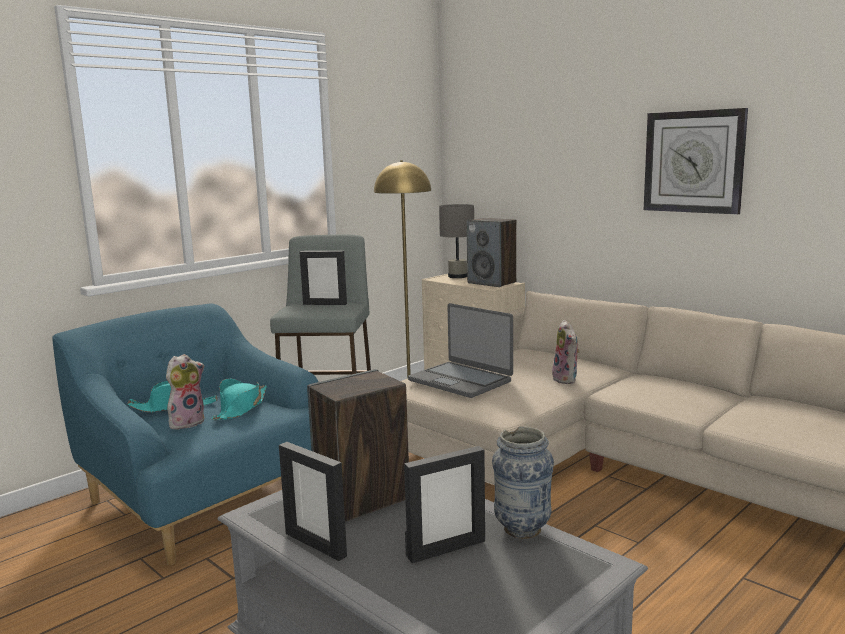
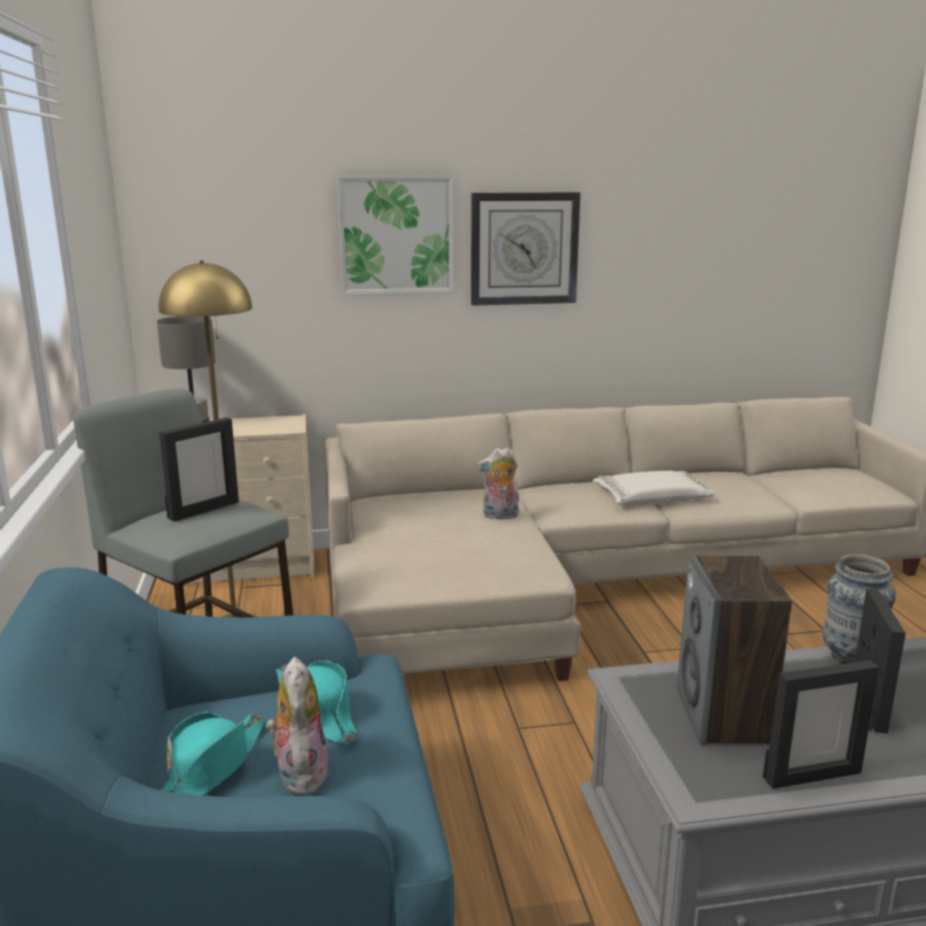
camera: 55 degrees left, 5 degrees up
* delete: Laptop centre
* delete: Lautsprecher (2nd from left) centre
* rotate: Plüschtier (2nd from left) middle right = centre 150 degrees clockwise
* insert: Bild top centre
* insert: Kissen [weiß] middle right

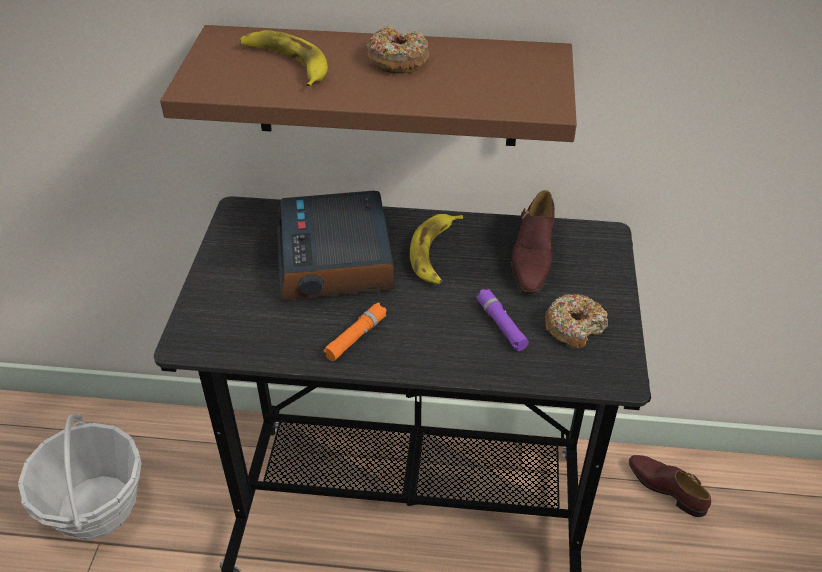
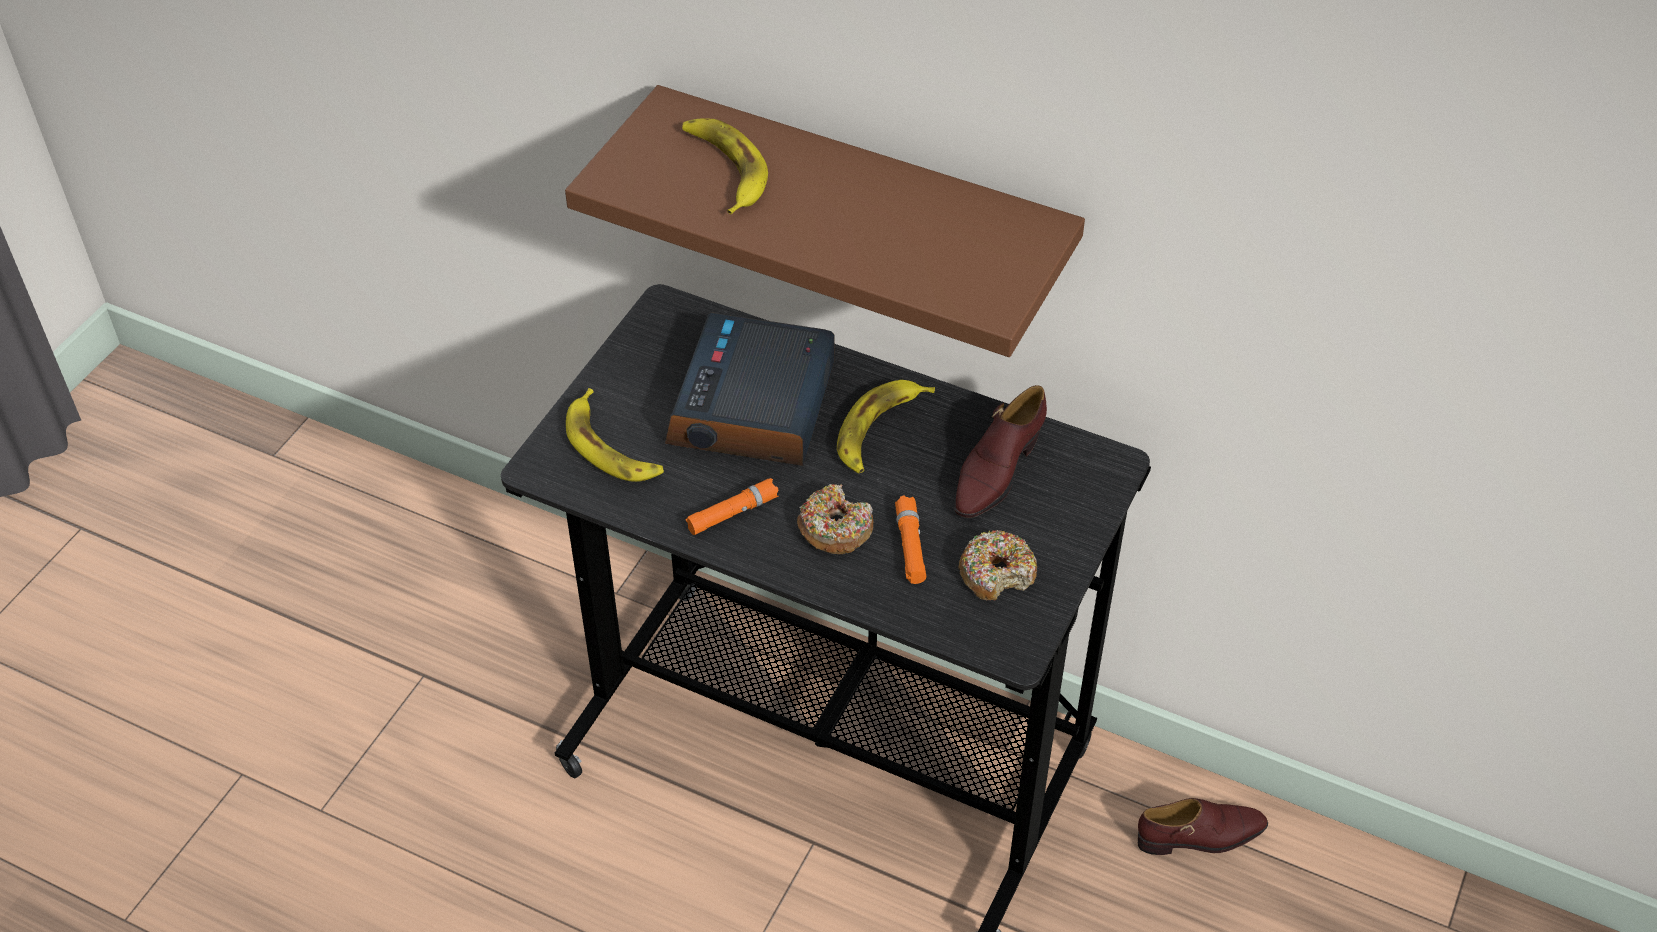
camera: 20 degrees right, 5 degrees up
* delete: Korb bottom left
* move: Donut (1st from left) top centre to centre
* recolor: Taschenlampe [lila] centre to Taschenlampe [orange] (2nd from left) centre
* rotate: Schuh [braun] (2nd from left) bottom right = bottom right 105 degrees clockwise
* insert: Banane (1st from left) centre

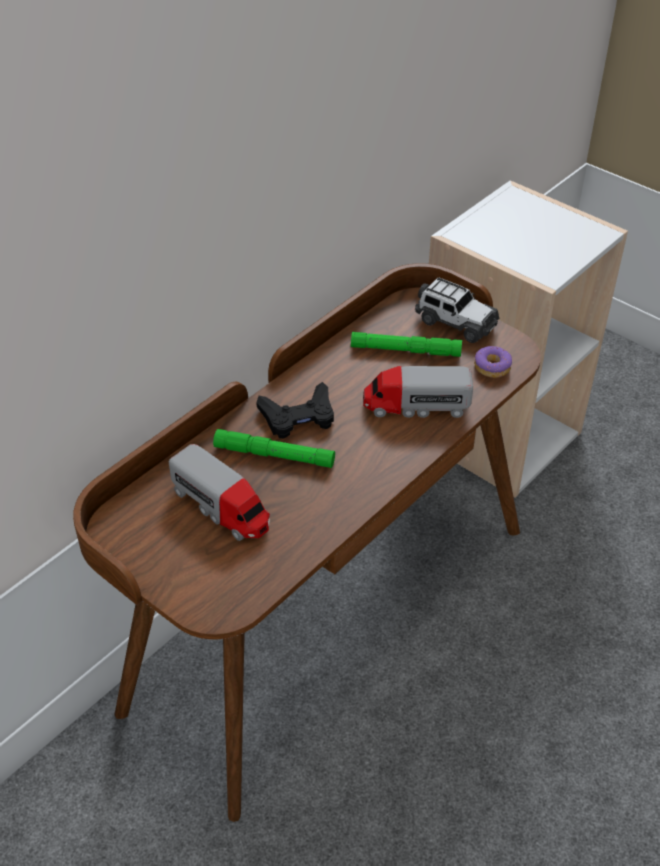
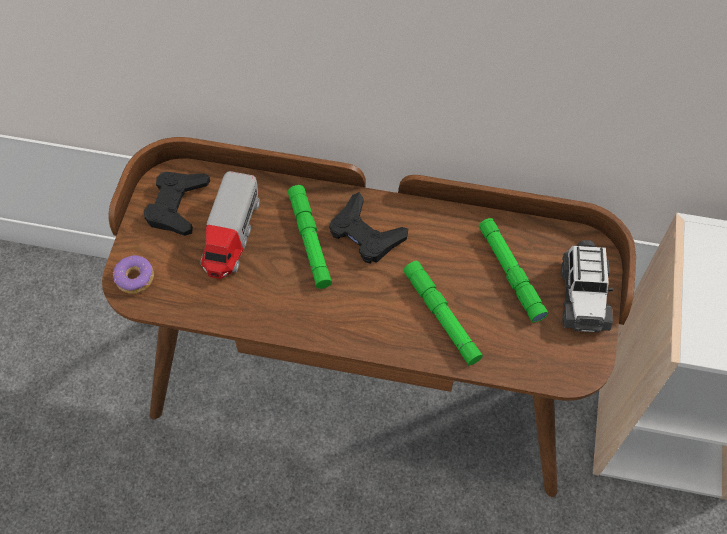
camera: 60 degrees right, 15 degrees up
* replace: Spielzeuglaster (2nd from left) centre to Taschenlampe [grün] (2nd from left) centre
* move: Donut middle right to middle left
* insert: Gamepad [schwarz] (1st from left) middle left

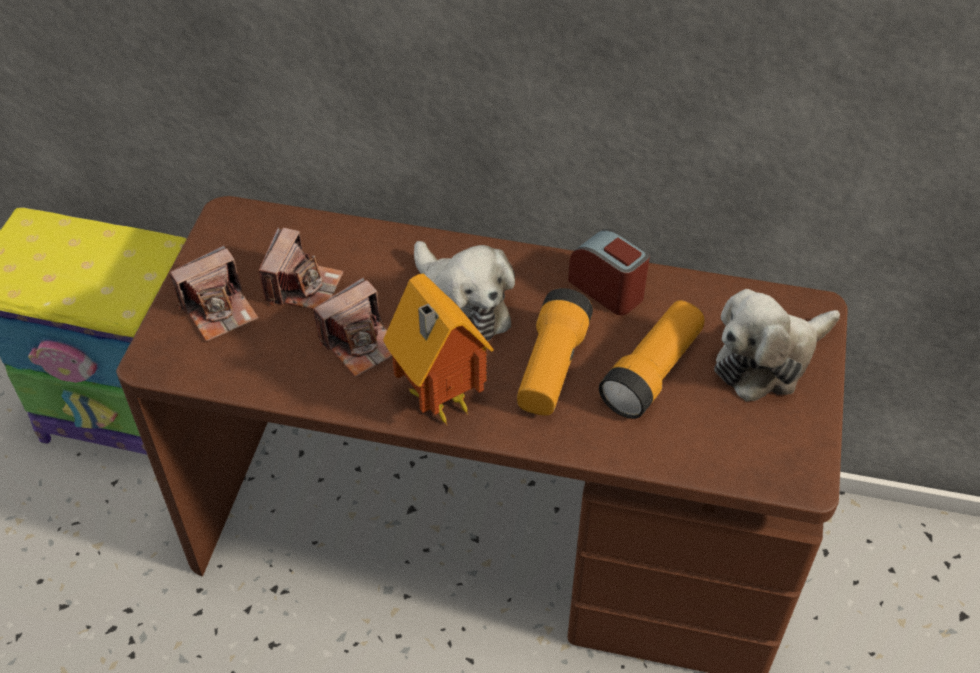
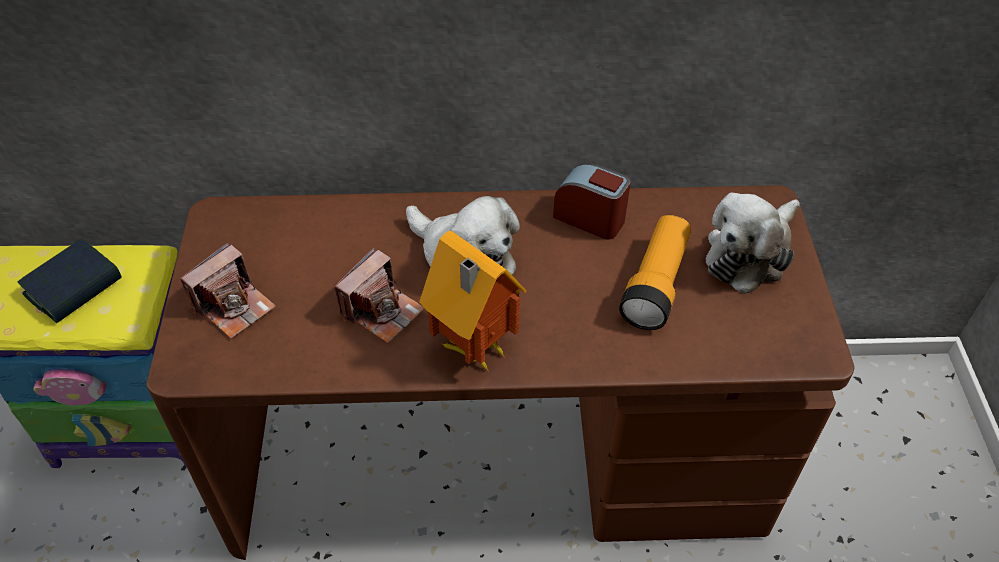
camera: 15 degrees left, 0 degrees up
* delete: Kamera (2nd from left) middle left
* delete: Taschenlampe (1st from left) centre
* insert: Buch middle left

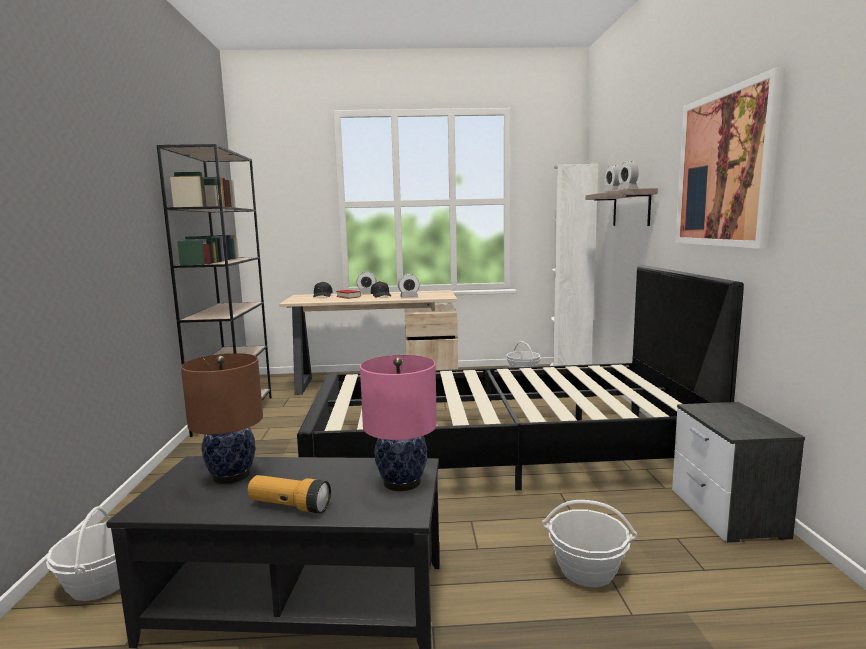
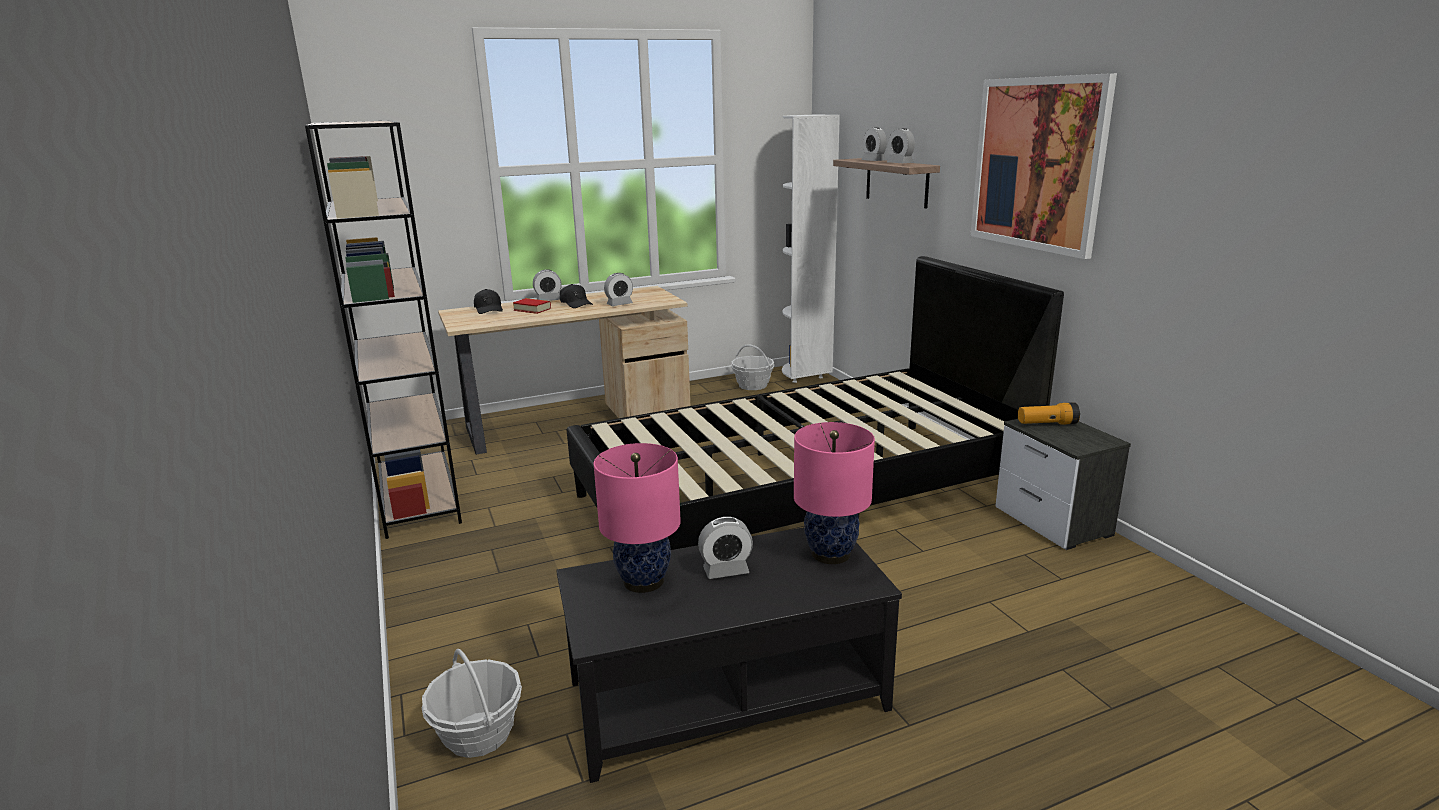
camera: 20 degrees left, 10 degrees up
* recolor: Tischlampe [braun] middle left to Tischlampe [rosa] (1st from left) centre
* move: Taschenlampe bottom centre to middle right
* delete: Korb (3rd from left) bottom right
* insert: Wecker (3rd from left) bottom centre

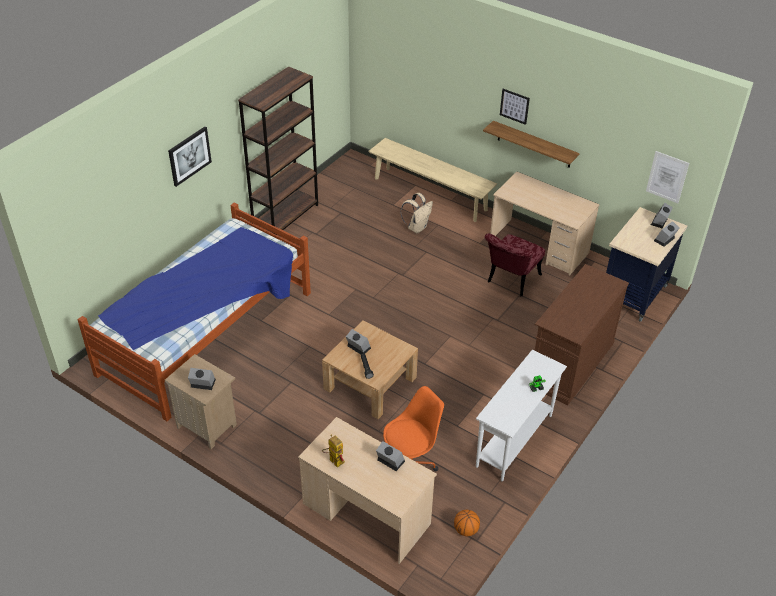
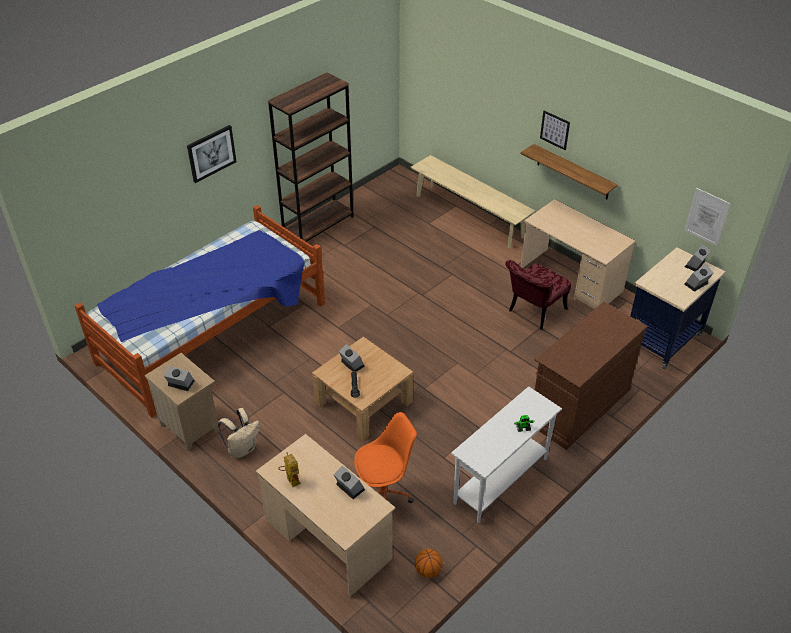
camera: 10 degrees right, 0 degrees up
* move: Rucksack [beige] centre to bottom left

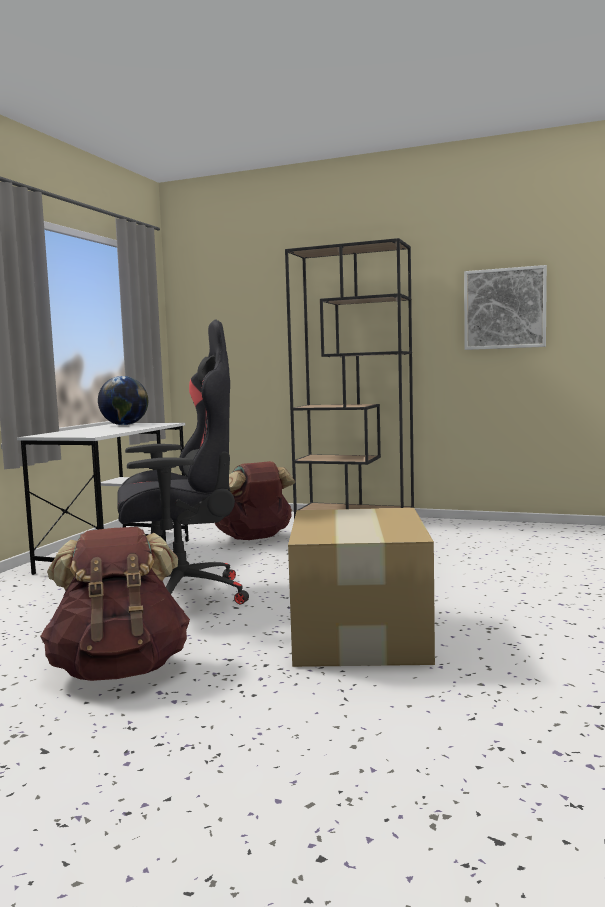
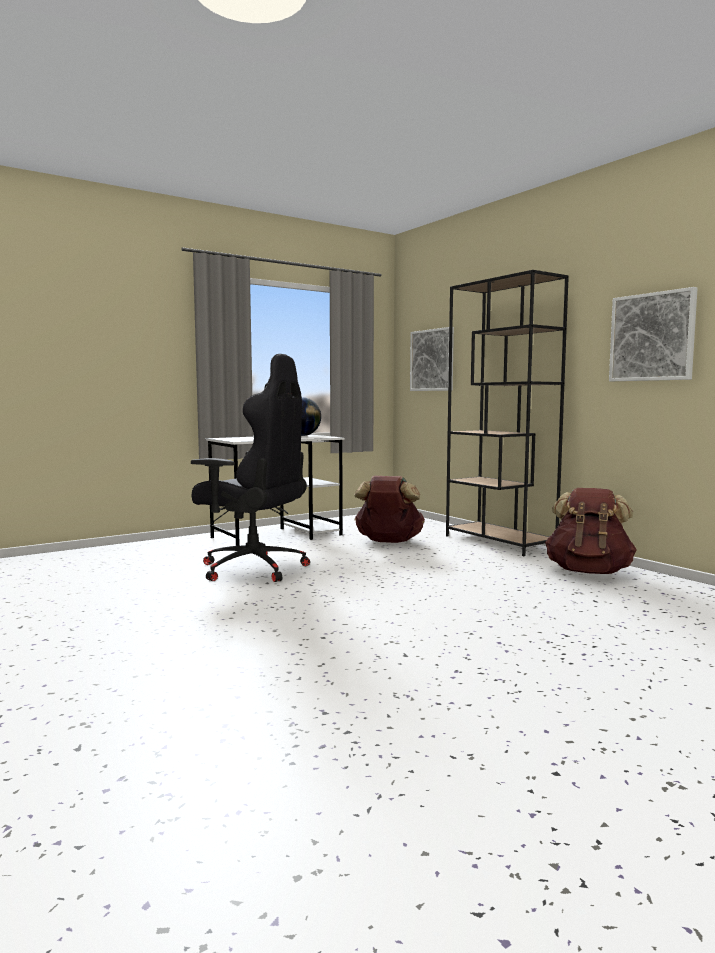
camera: 35 degrees right, 0 degrees up
* move: Rucksack [braun] (1st from left in the first image) middle left to Rucksack [braun] (2nd from left) middle right
* delete: Karton centre
* insert: Bild (1st from left) centre

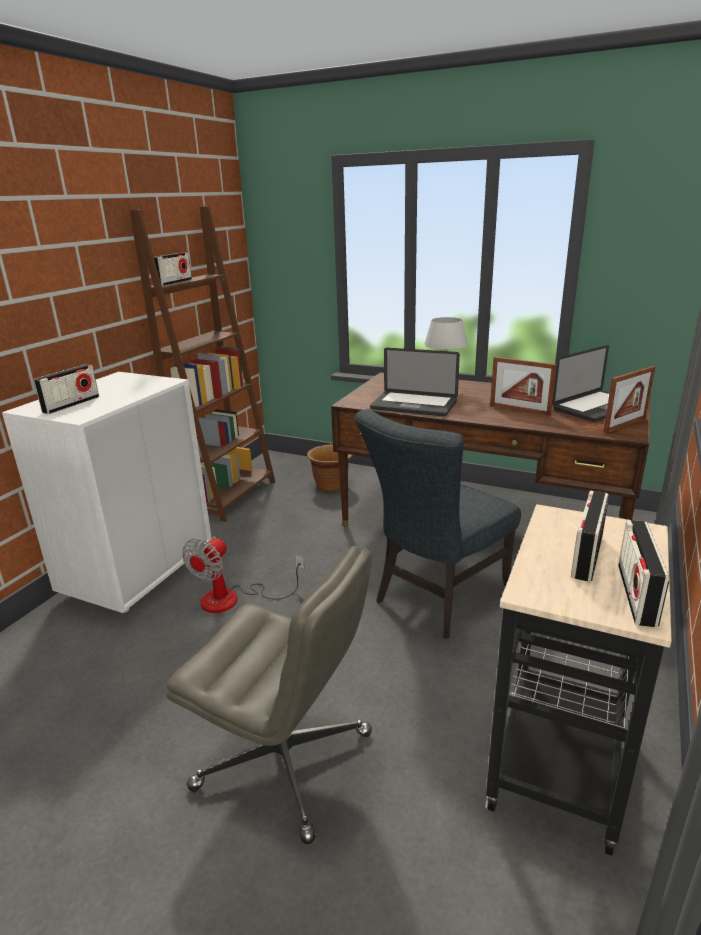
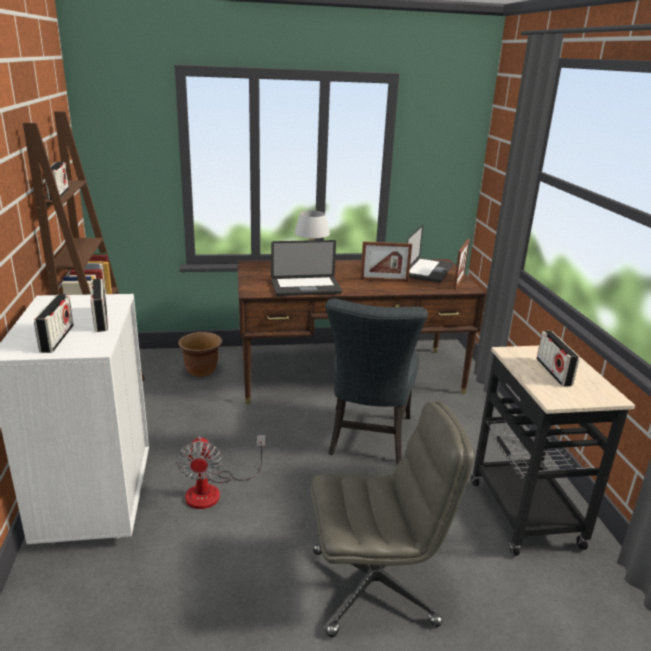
camera: 35 degrees left, 0 degrees up
* move: Radio (4th from left in the first image) middle right to Radio (3rd from left) middle left

